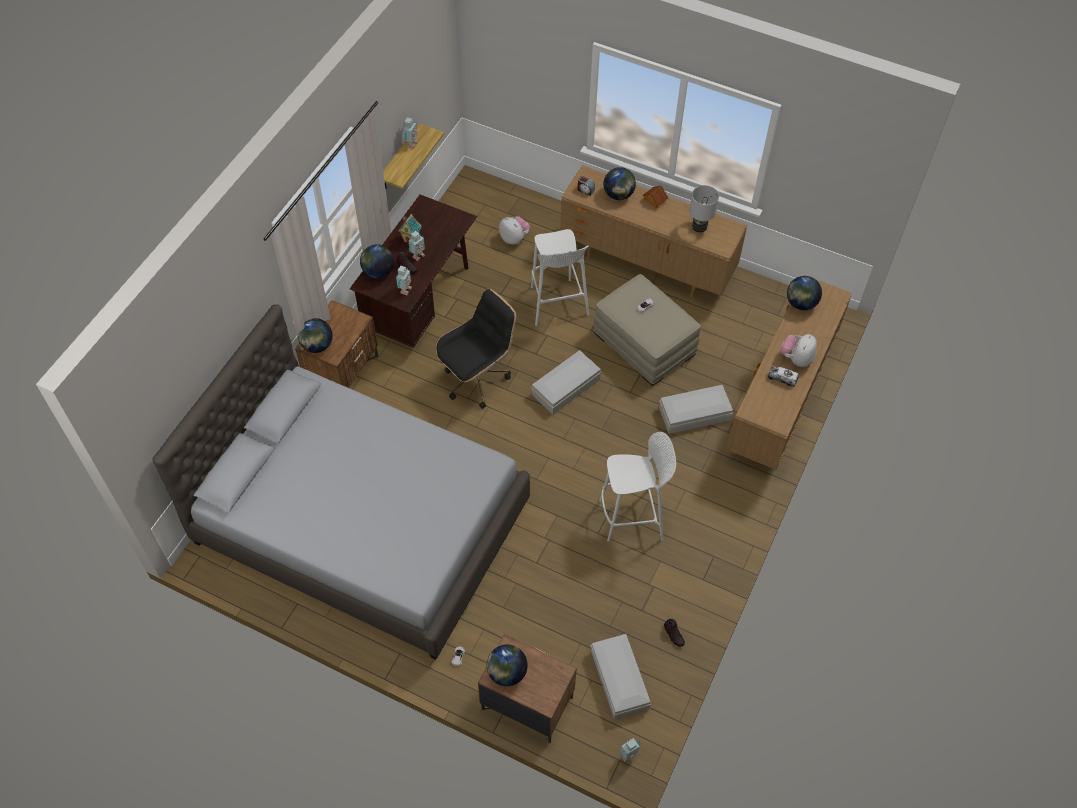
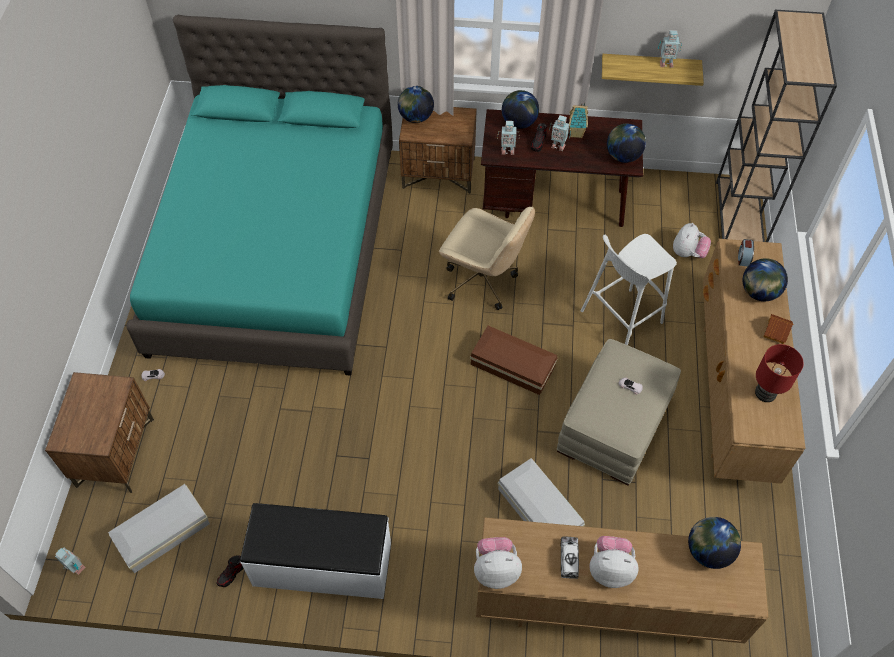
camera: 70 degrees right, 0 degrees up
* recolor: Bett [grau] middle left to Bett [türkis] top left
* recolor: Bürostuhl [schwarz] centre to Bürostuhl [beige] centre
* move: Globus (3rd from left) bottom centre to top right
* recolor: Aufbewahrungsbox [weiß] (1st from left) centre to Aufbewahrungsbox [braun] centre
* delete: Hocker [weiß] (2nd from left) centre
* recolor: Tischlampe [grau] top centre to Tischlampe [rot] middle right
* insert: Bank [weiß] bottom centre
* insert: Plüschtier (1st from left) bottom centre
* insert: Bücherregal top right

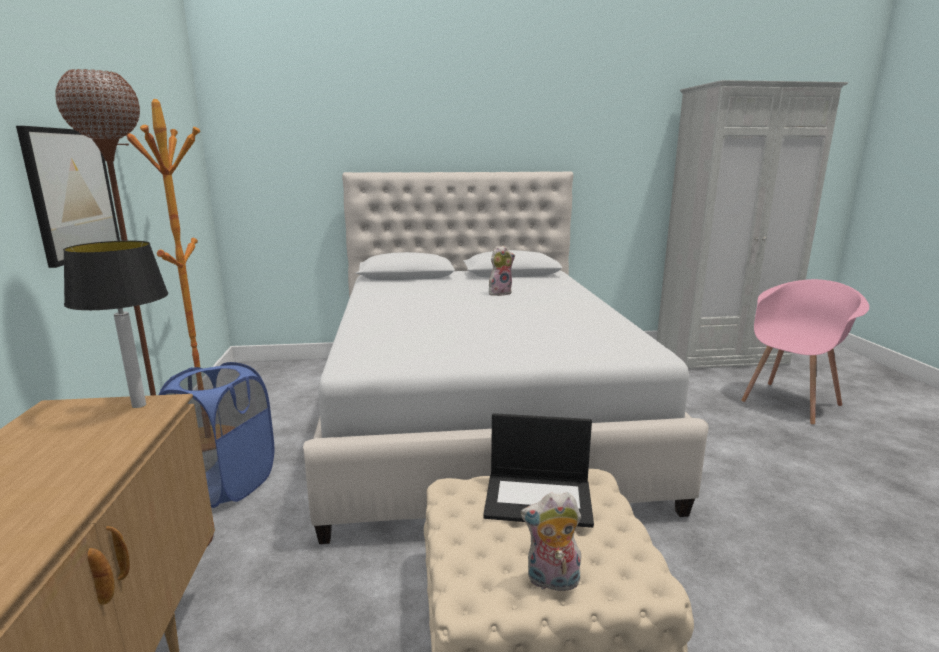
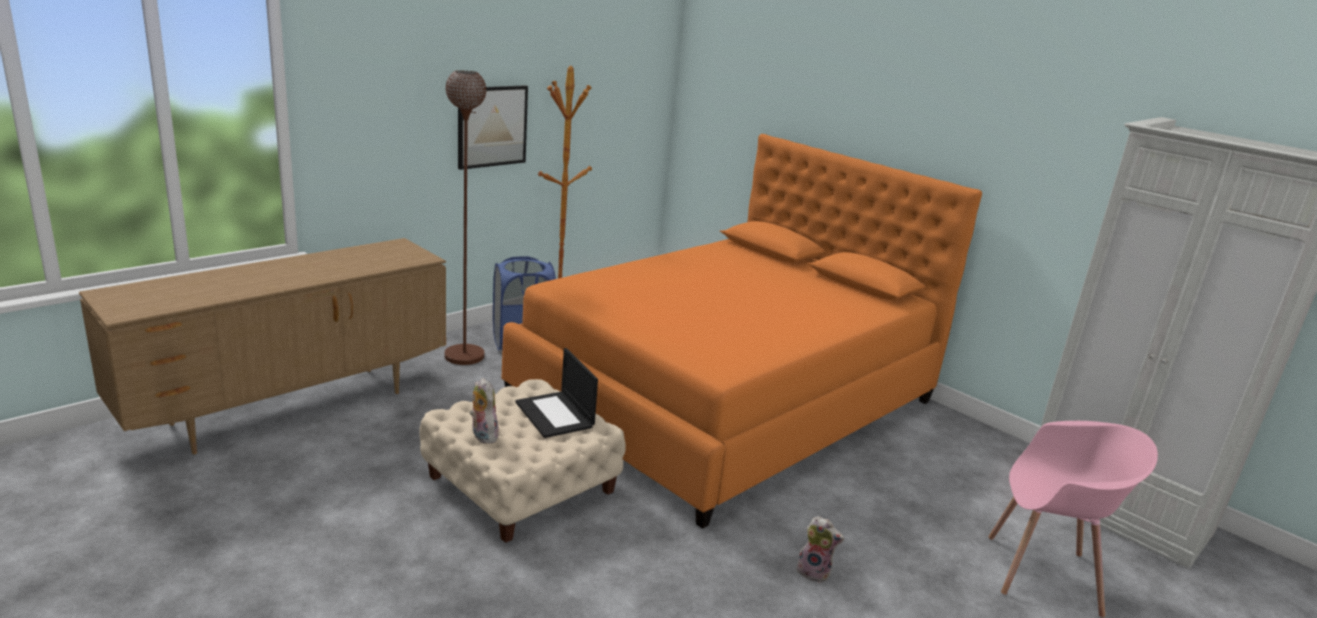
camera: 50 degrees right, 5 degrees up
* delete: Tischlampe middle left
* recolor: Bett [weiß] centre to Bett [orange] centre
* move: Plüschtier (1st from left in the first image) centre to Plüschtier (2nd from left) bottom centre

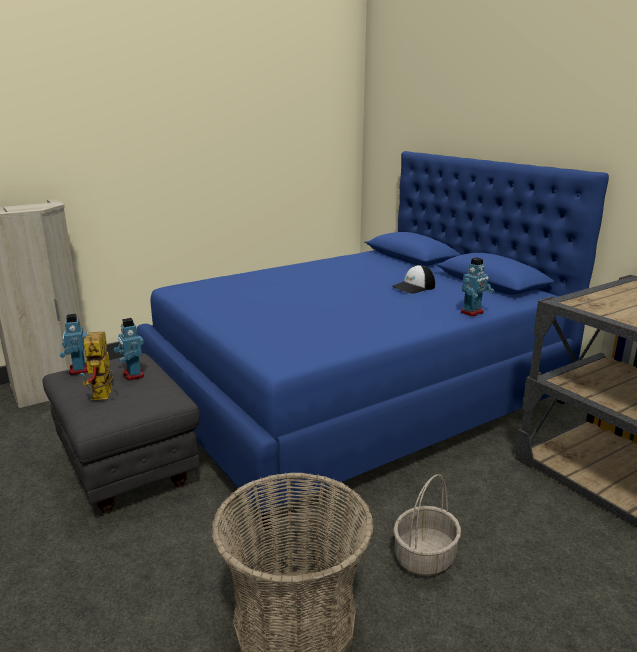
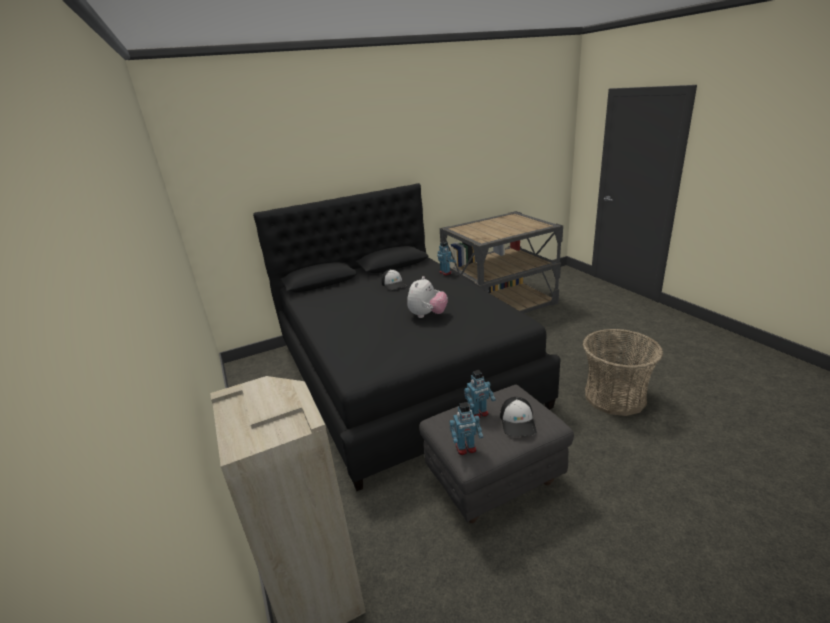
camera: 80 degrees left, 5 degrees up
* replace: Spielzeugroboter (2nd from left) middle left to Kappe (2nd from left) bottom centre
* recolor: Bett [blau] centre to Bett [schwarz] centre
* delete: Korb (2nd from left) bottom right
* insert: Plüschtier centre

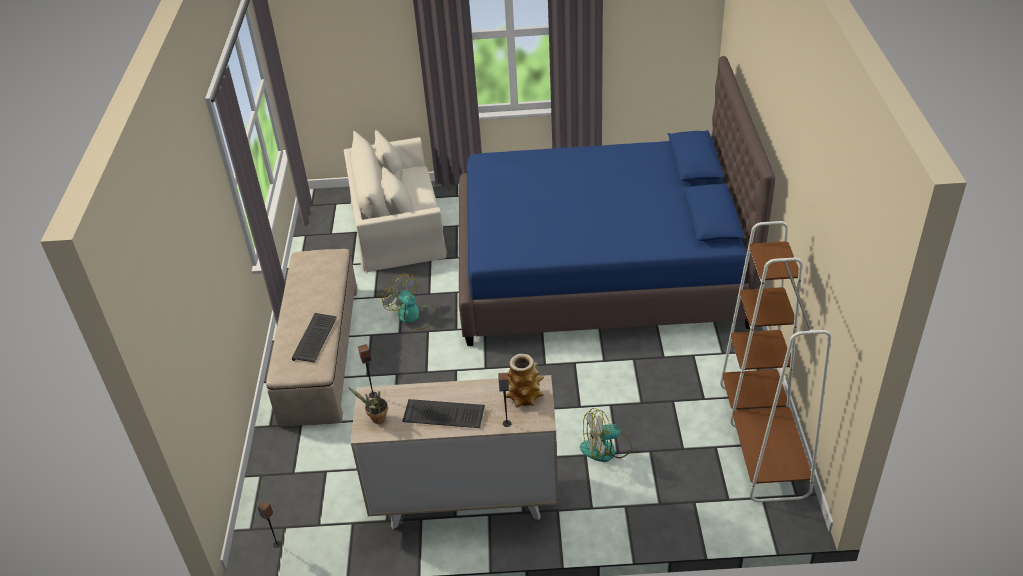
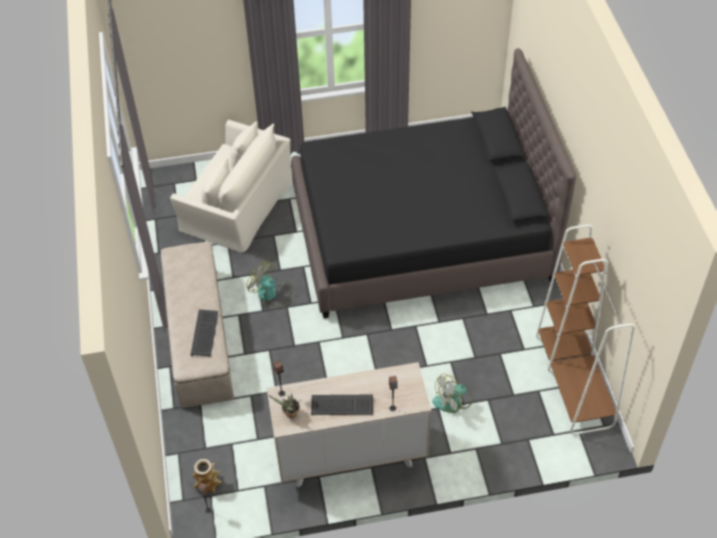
camera: 10 degrees left, 10 degrees up
* rotate: Sessel [beige] centre = middle left 135 degrees counterclockwise
* recolor: Bett [blau] centre to Bett [schwarz] centre
* move: Vase centre to bottom left

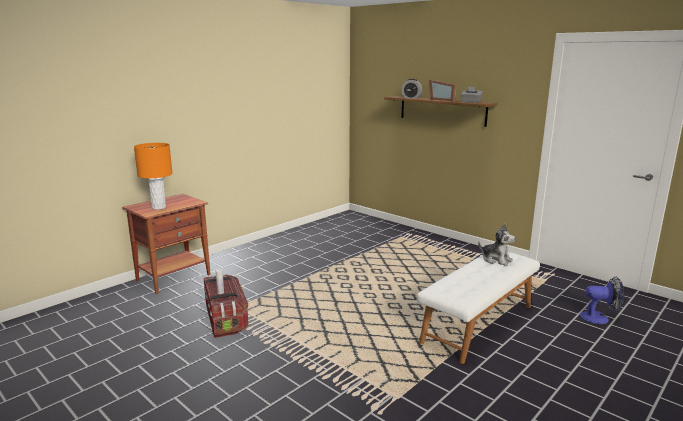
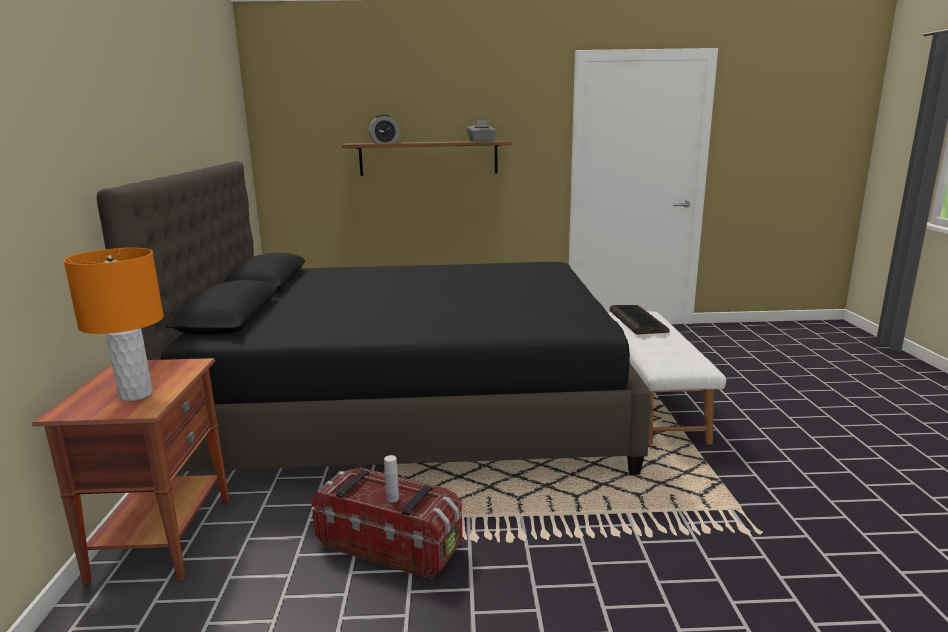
camera: 45 degrees left, 0 degrees up
* delete: Bilderrahmen top centre
* replace: Plüschtier middle right to Tastatur middle right
* delete: Ventilator bottom right
* insert: Bett [schwarz] centre

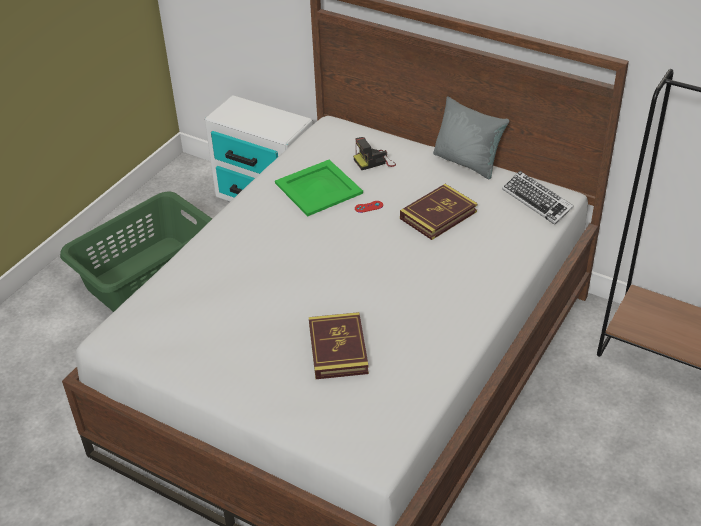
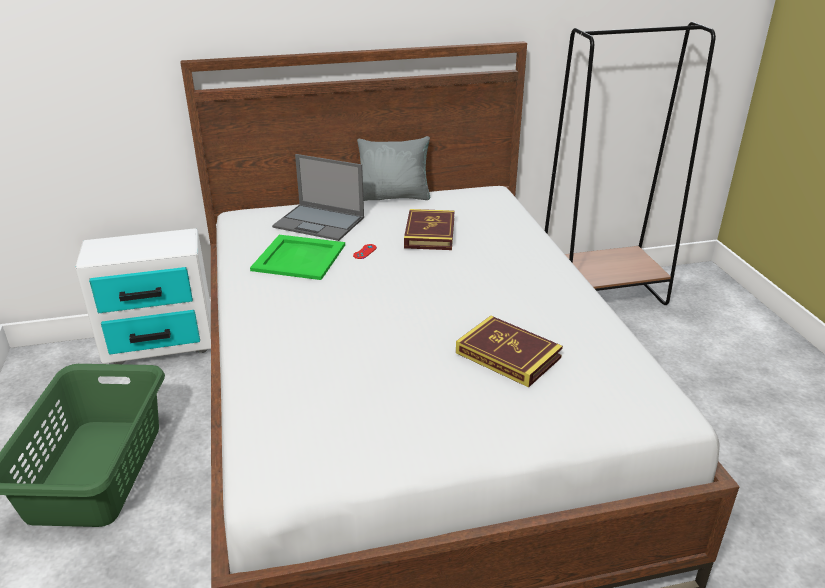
camera: 45 degrees left, 10 degrees down
* replace: Kamera top centre to Laptop centre
* delete: Tastatur middle right

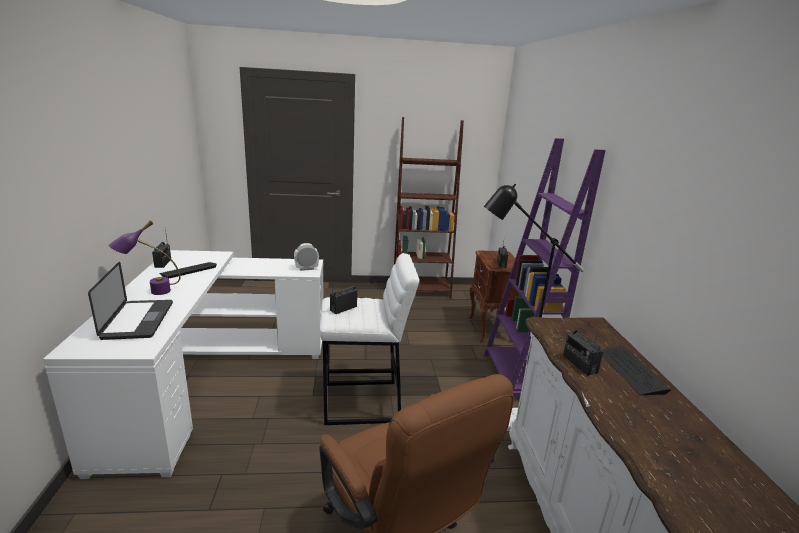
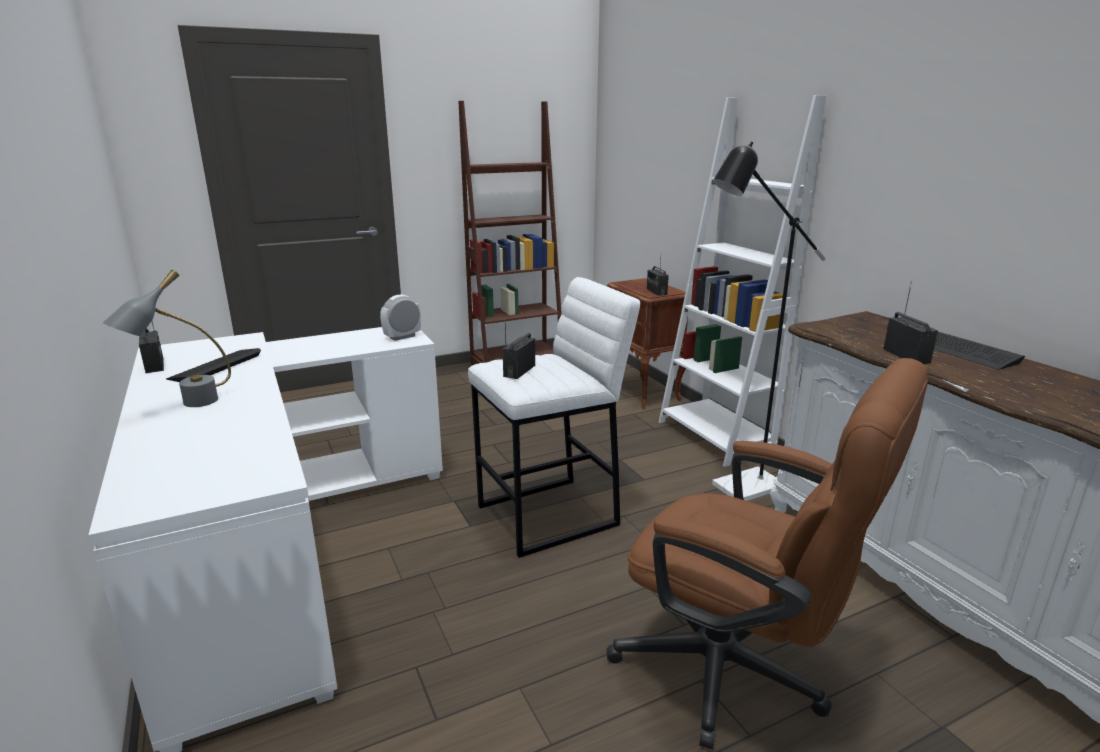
camera: 20 degrees left, 0 degrees up
* delete: Laptop middle left
* recolor: Tischlampe [lila] middle left to Tischlampe [grau] middle left
* recolor: Bücherregal [lila] middle right to Bücherregal [weiß] middle right
* rotate: Radio (4th from left) middle right = middle right 150 degrees counterclockwise

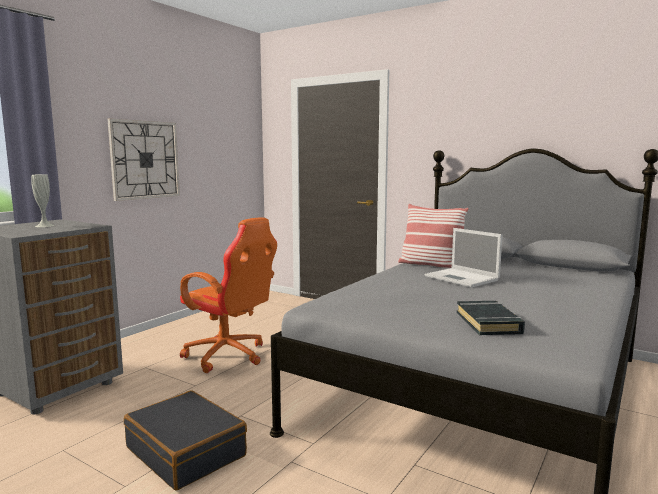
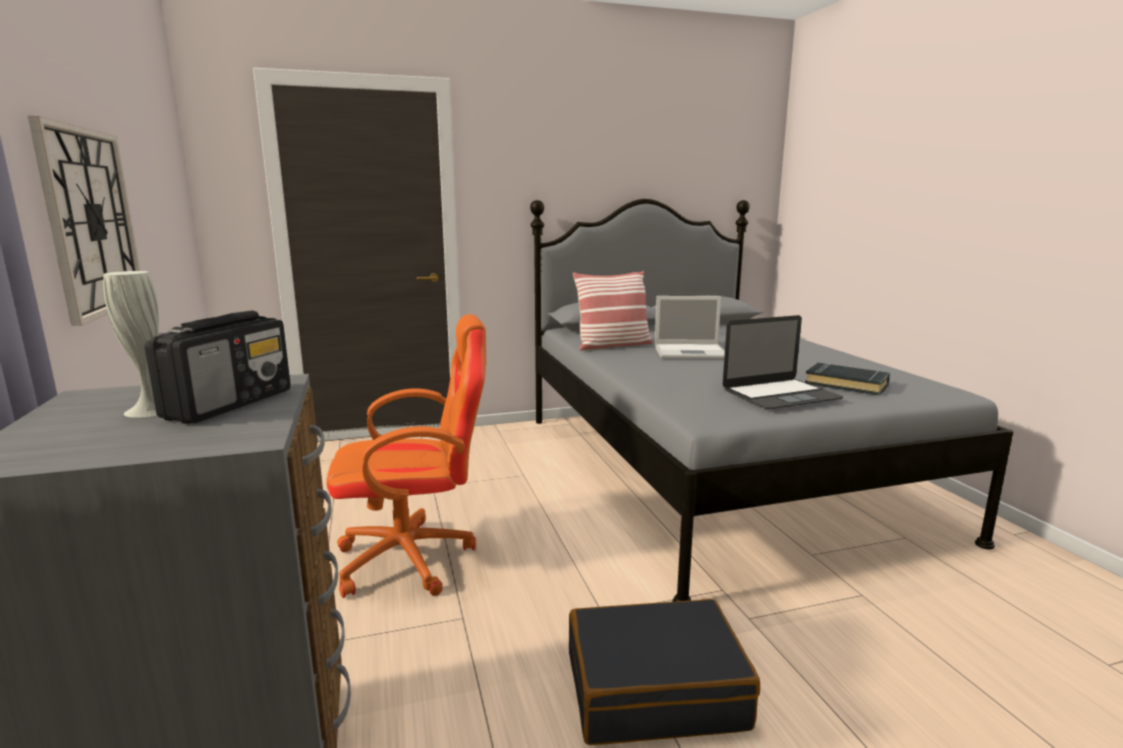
camera: 50 degrees left, 5 degrees up
* insert: Radio middle left
* insert: Laptop (2nd from left) middle right

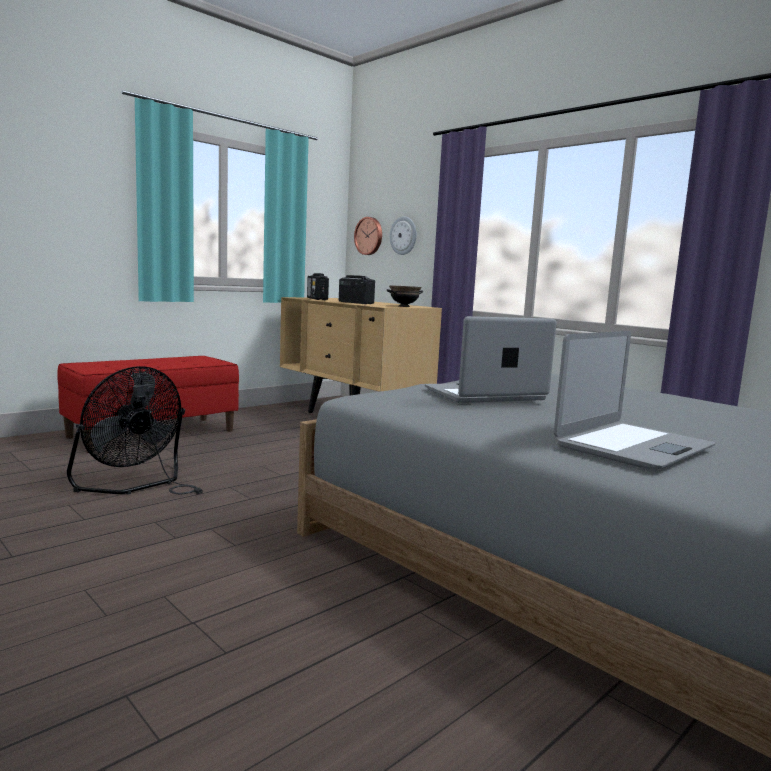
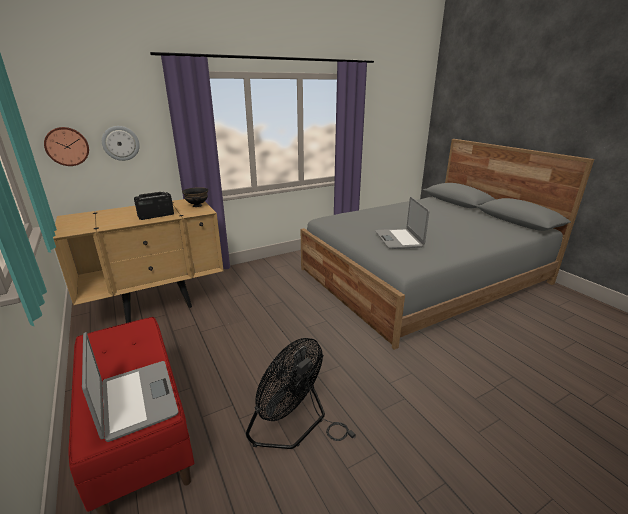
camera: 75 degrees left, 15 degrees up
* rotate: Ventilator [schwarz] middle left = bottom centre 75 degrees clockwise
* delete: Radio (1st from left) centre
* move: Laptop (2nd from left in the first image) middle right to Laptop (1st from left) bottom left

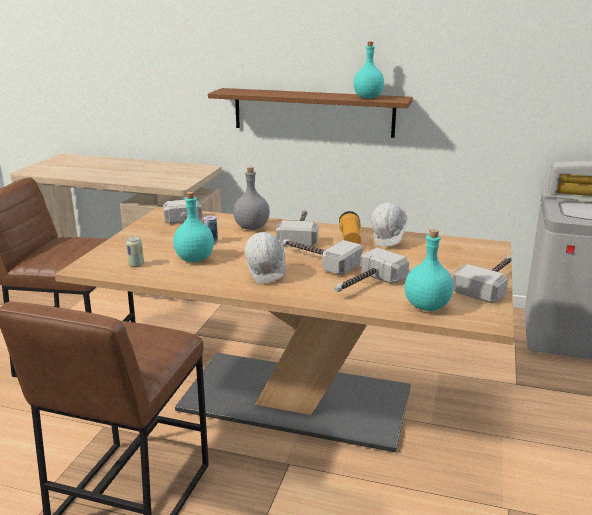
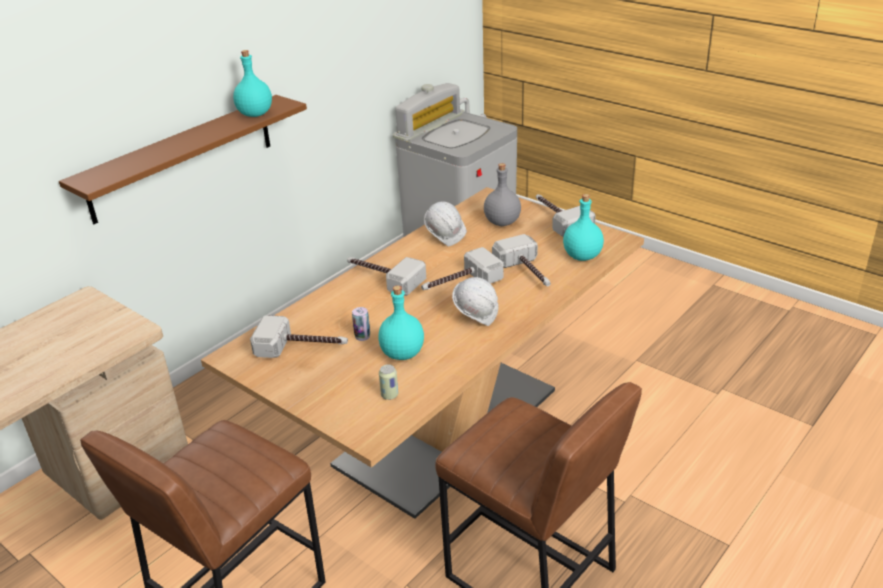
camera: 65 degrees left, 10 degrees up
* move: Flasche [grau] centre to top centre
* delete: Taschenlampe centre

